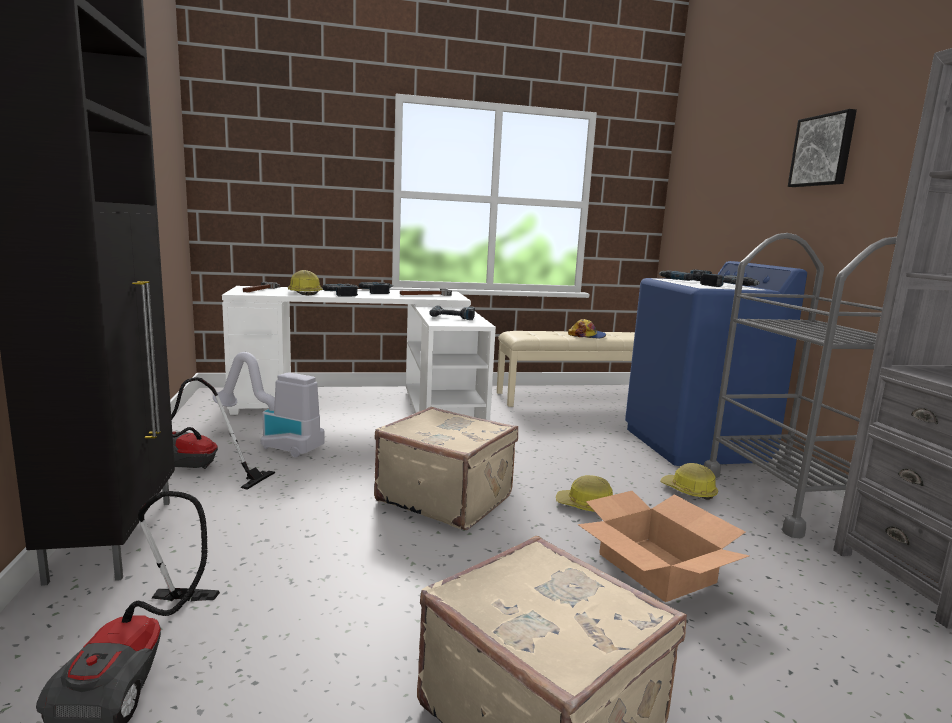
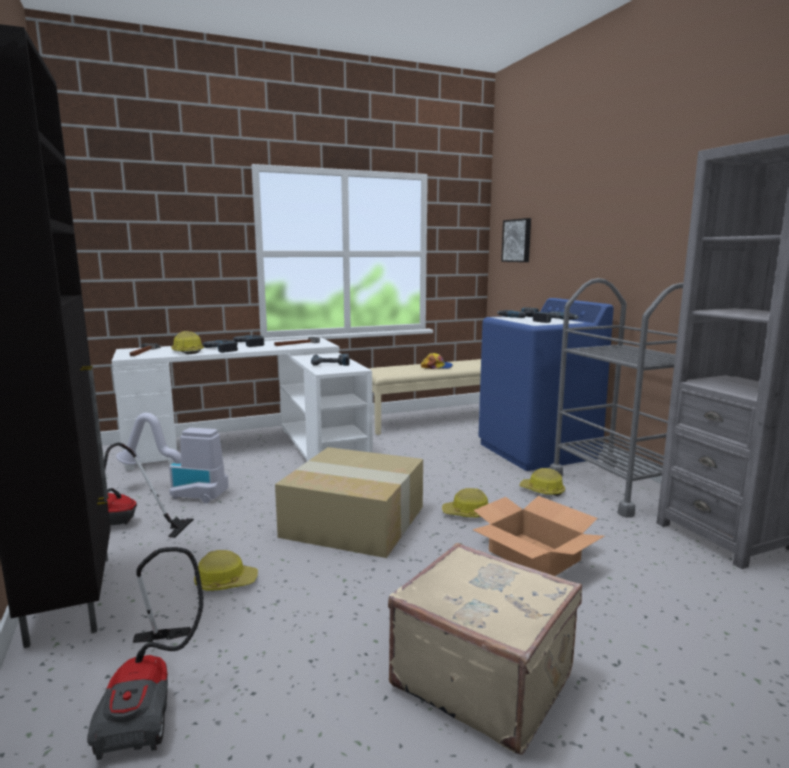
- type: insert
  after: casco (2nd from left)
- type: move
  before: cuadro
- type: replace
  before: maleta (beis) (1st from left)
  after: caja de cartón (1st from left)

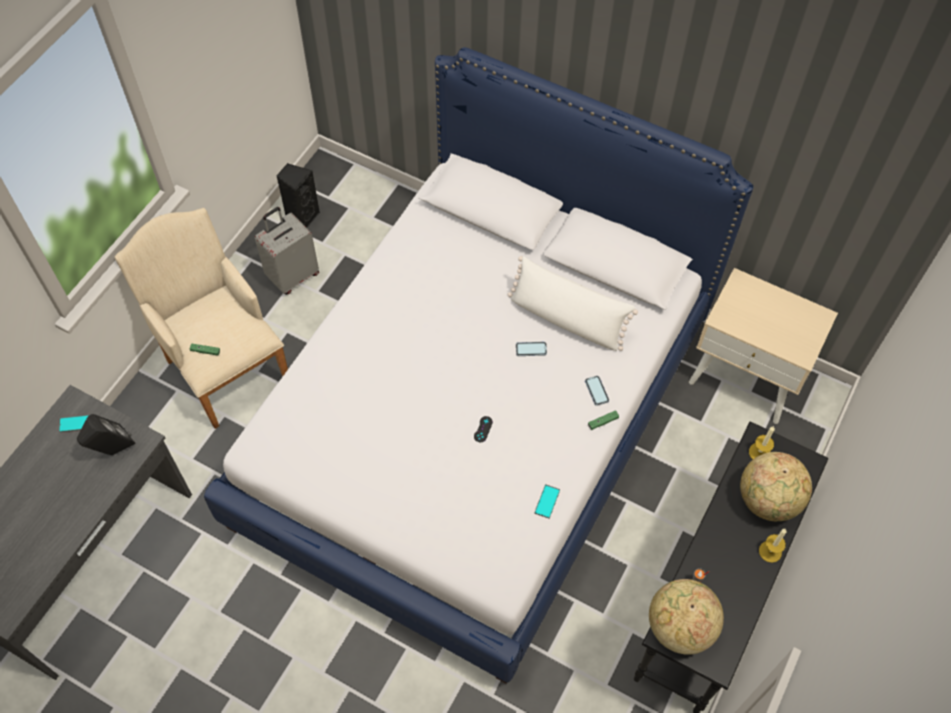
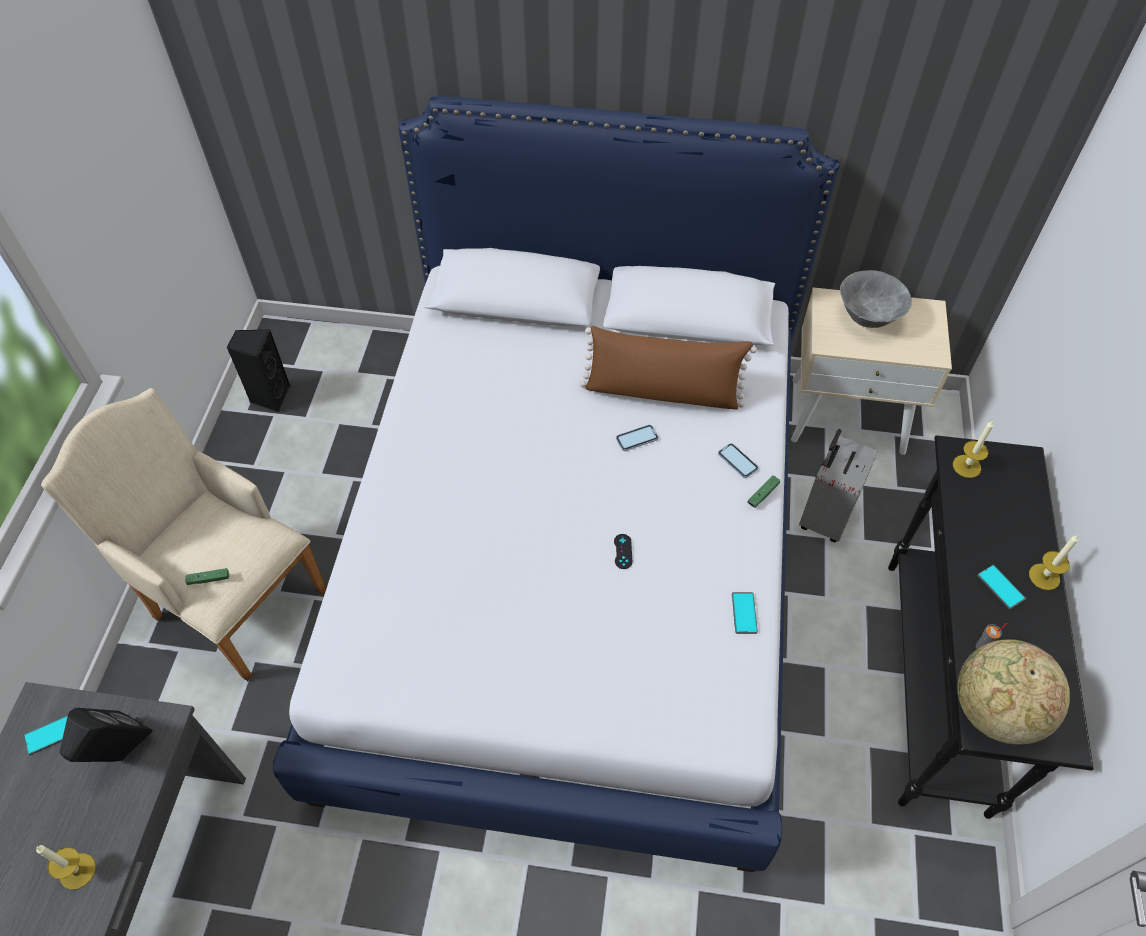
- type: delete
  before: globo terráqueo (2nd from left)
- type: insert
  after: vela (1st from left)
- type: insert
  after: cuenco (gris)
- type: insert
  after: móvil (5th from left)
- type: move
  before: maleta (gris)
- type: recolor
  before: cojín (blanco)
  after: cojín (marrón)

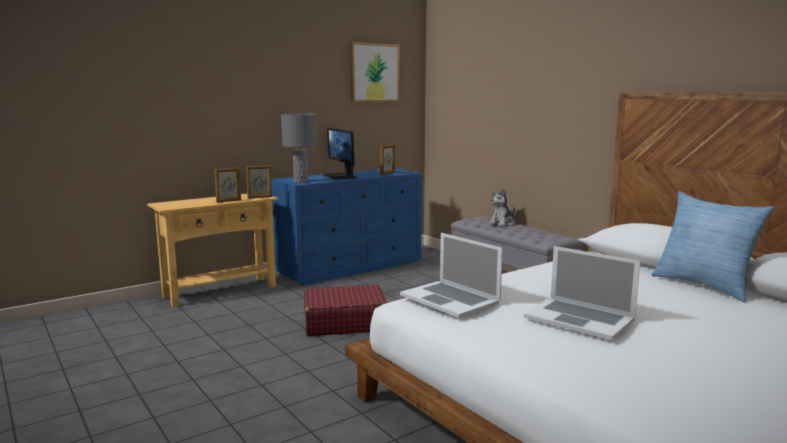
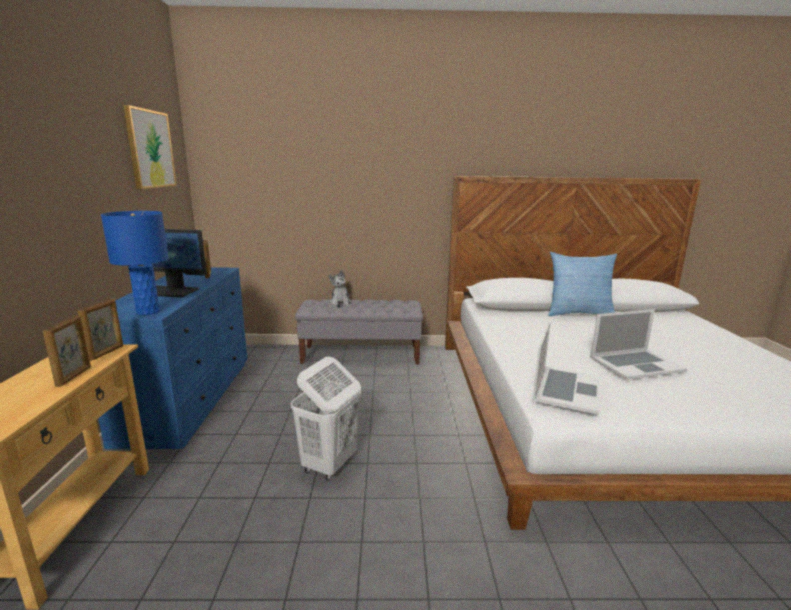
- type: replace
  before: maleta (rojo)
  after: cesto de la ropa (blanco)
- type: recolor
  before: lámpara de mesa (gris)
  after: lámpara de mesa (azul)
- type: rotate
  before: portátil (1st from left)
  turn: -60

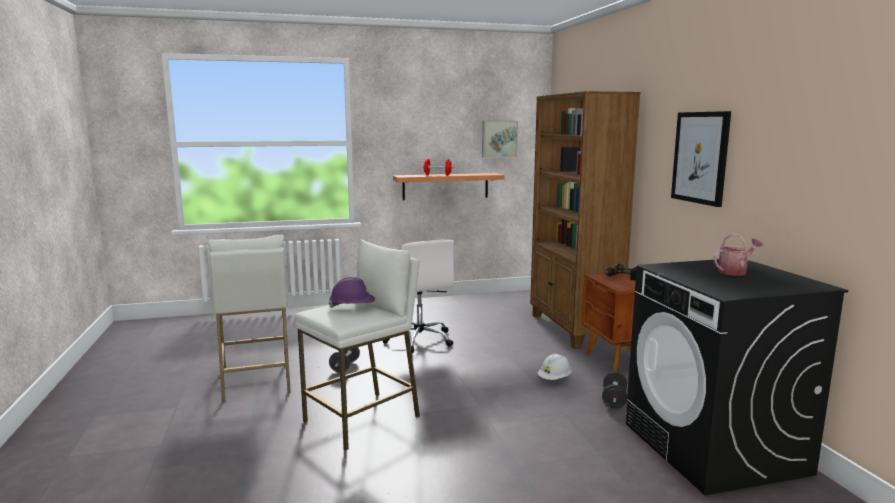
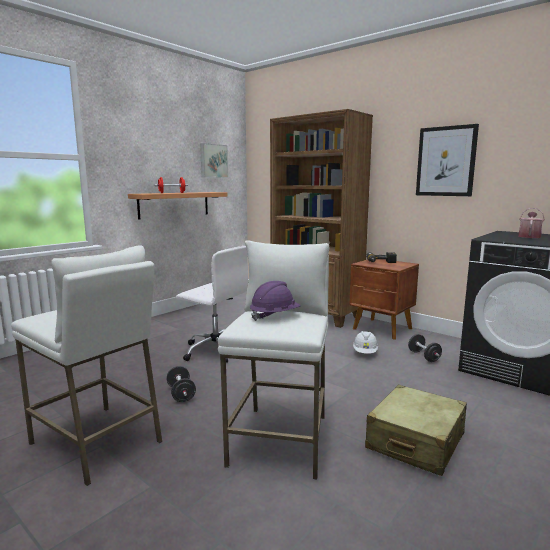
- type: insert
  after: maleta (beis)

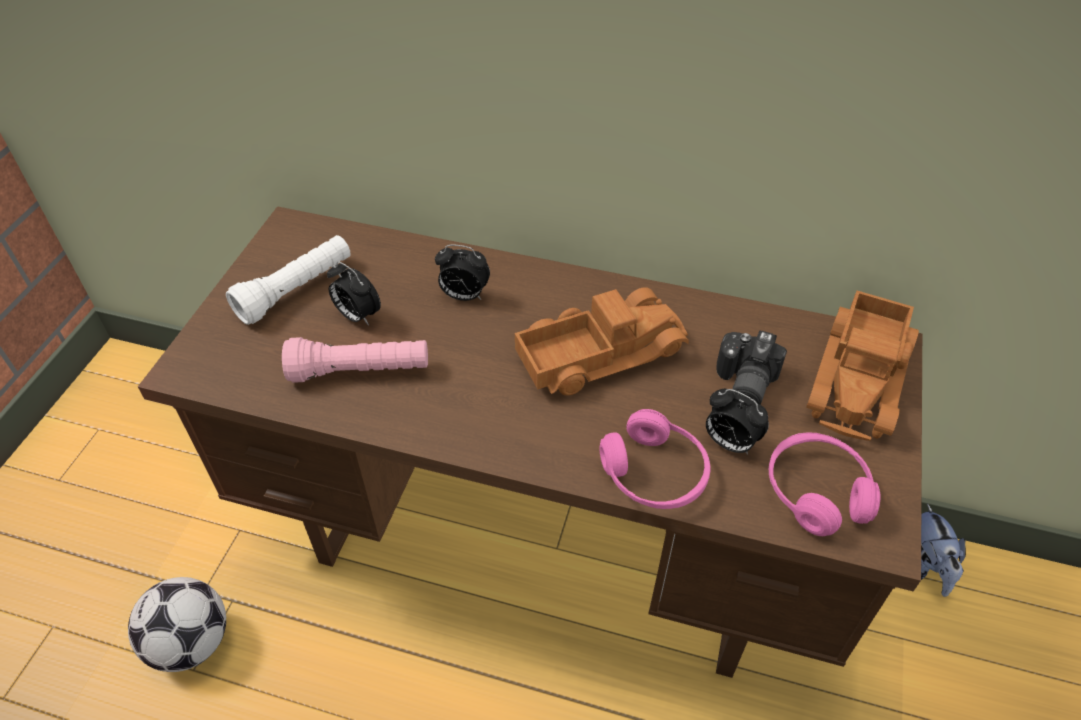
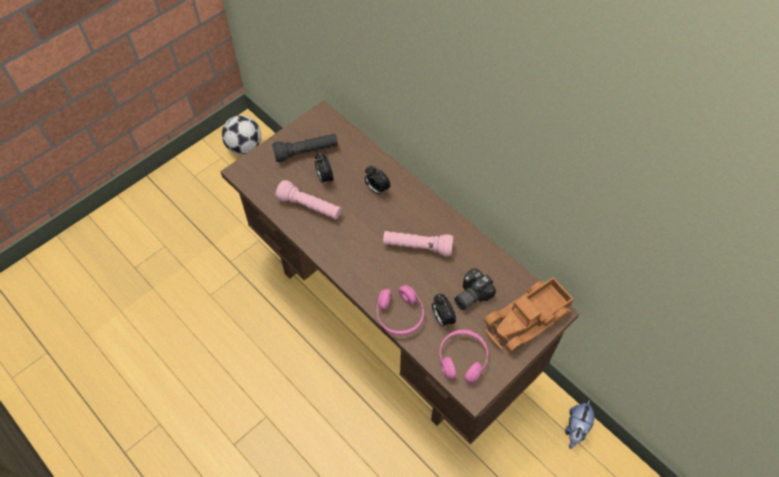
- type: move
  before: balón de fútbol
- type: replace
  before: camión de juguete (1st from left)
  after: linterna (rosa) (2nd from left)
- type: recolor
  before: linterna (blanco)
  after: linterna (negro)

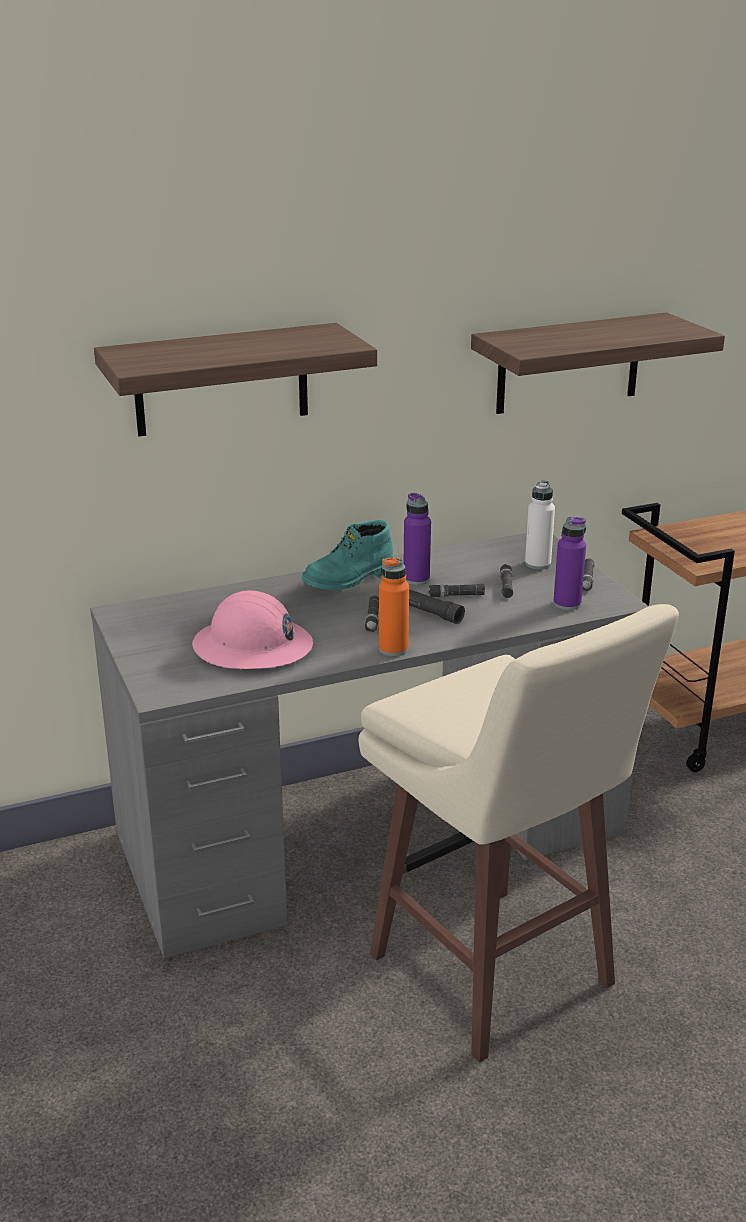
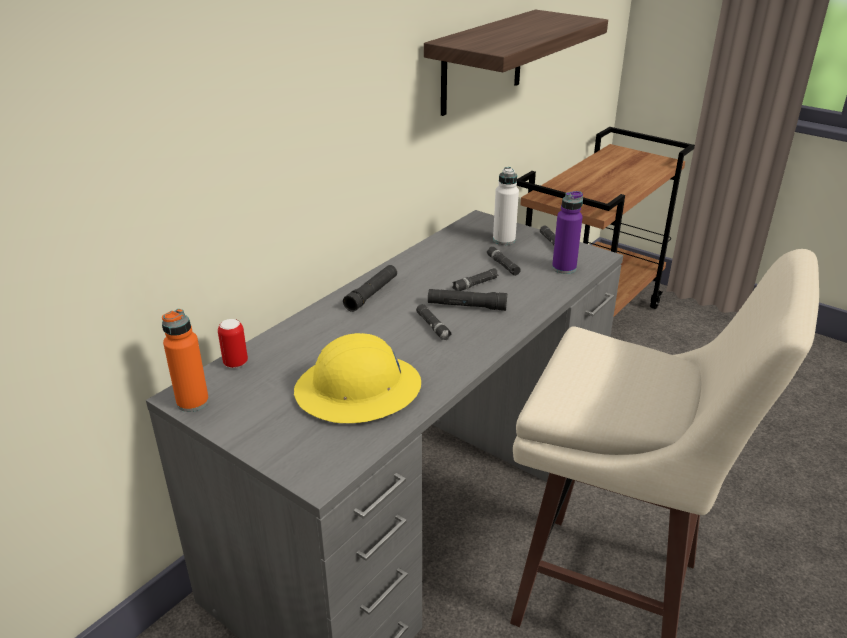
- type: delete
  before: estante (1st from left)
- type: delete
  before: botella (morado) (1st from left)
- type: insert
  after: lata
- type: move
  before: botella (naranja)
- type: replace
  before: bota (turquesa)
  after: linterna (negro) (1st from left)
- type: recolor
  before: casco (rosa)
  after: casco (amarillo)

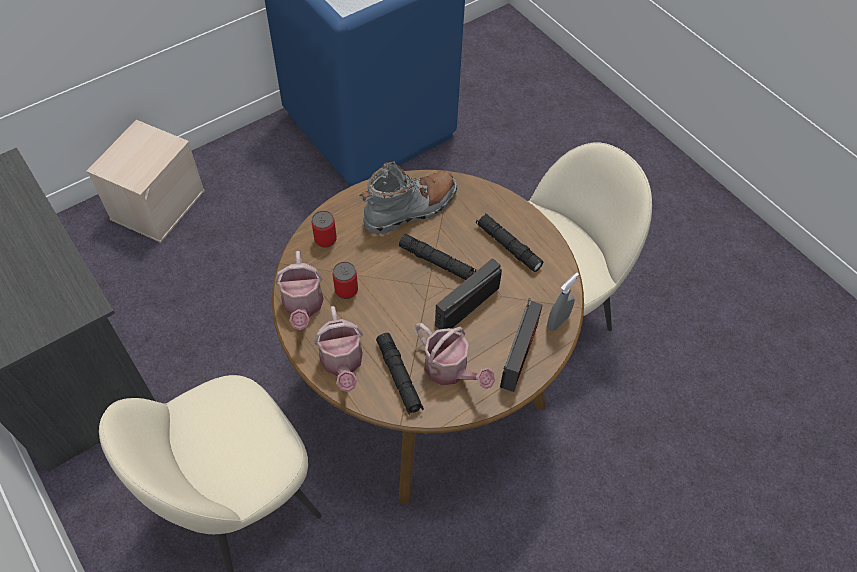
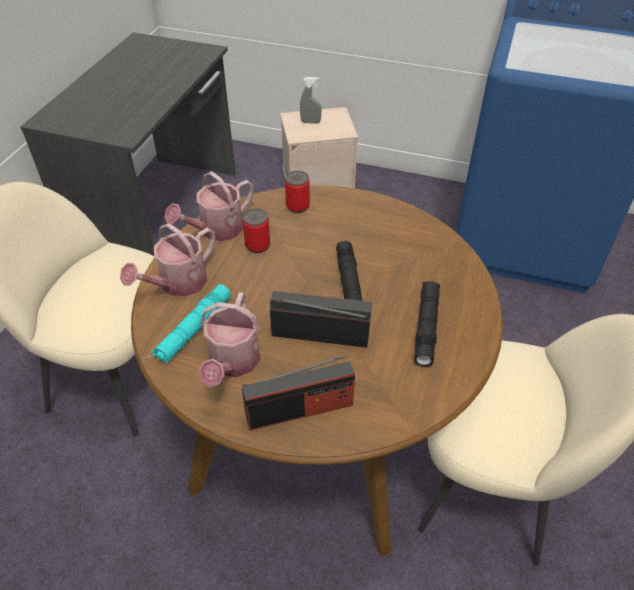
- type: delete
  before: bota (gris)
- type: move
  before: pulverizador (gris)
- type: recolor
  before: linterna (negro) (1st from left)
  after: linterna (turquesa)

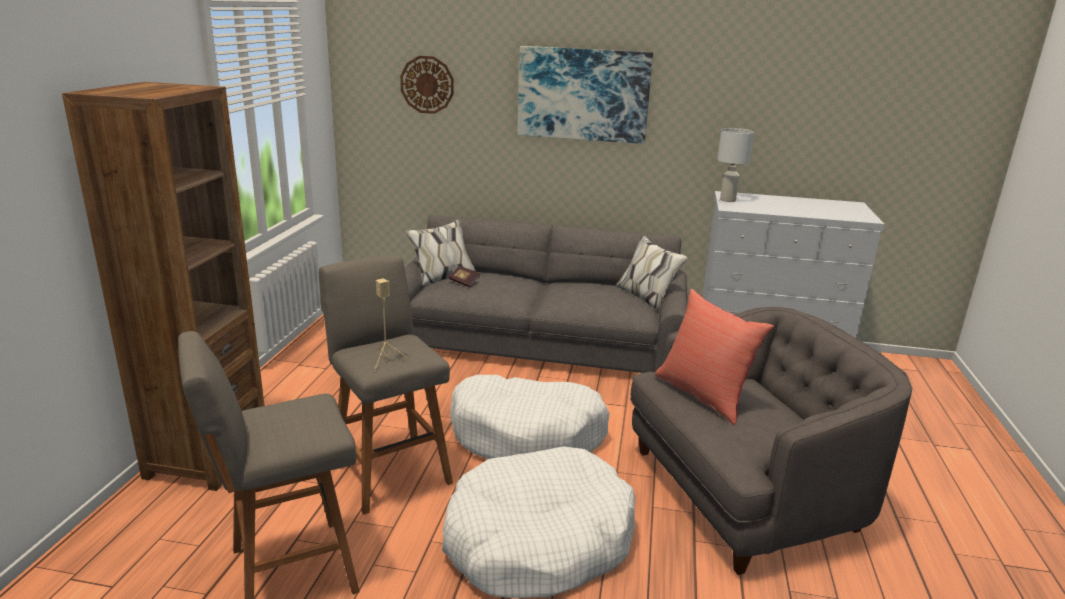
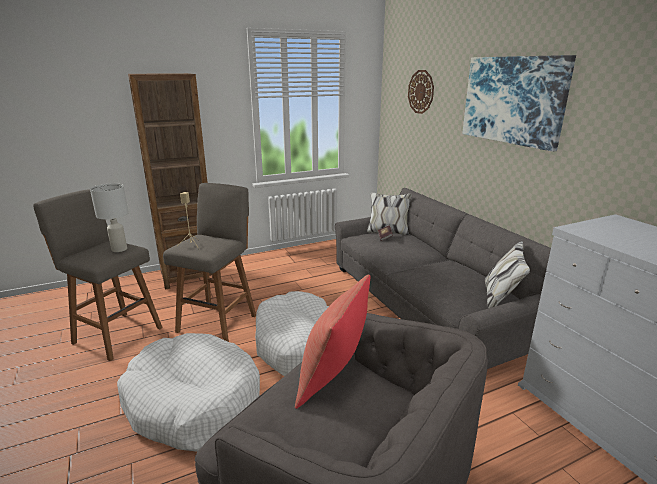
- type: move
  before: lámpara de mesa (blanco)

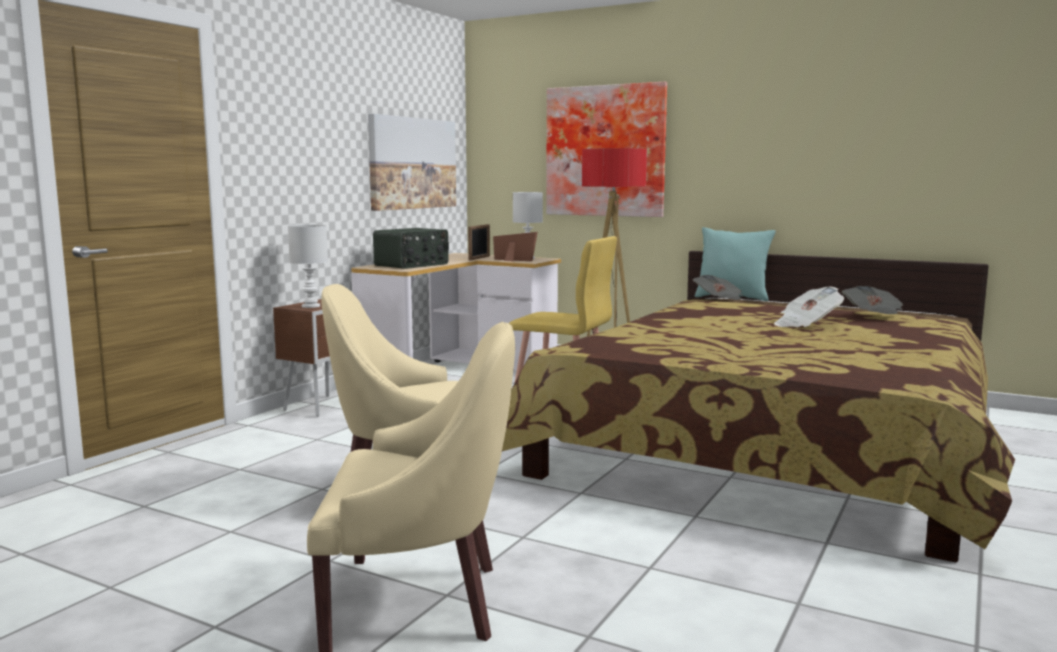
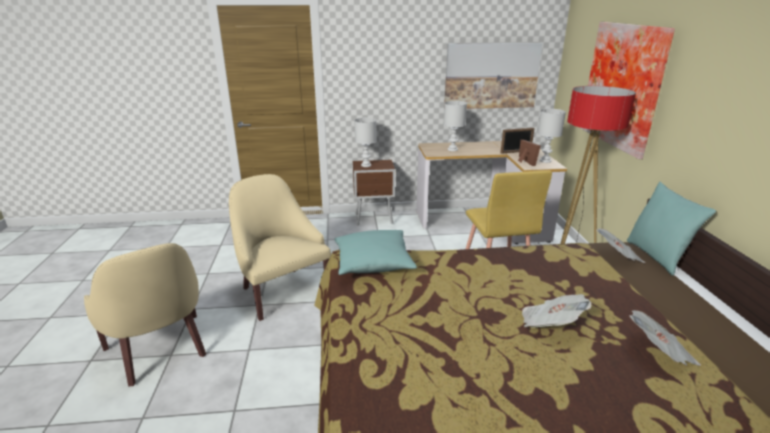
- type: insert
  after: cojín (turquesa) (1st from left)
- type: replace
  before: radio
  after: lámpara de mesa (blanco) (2nd from left)

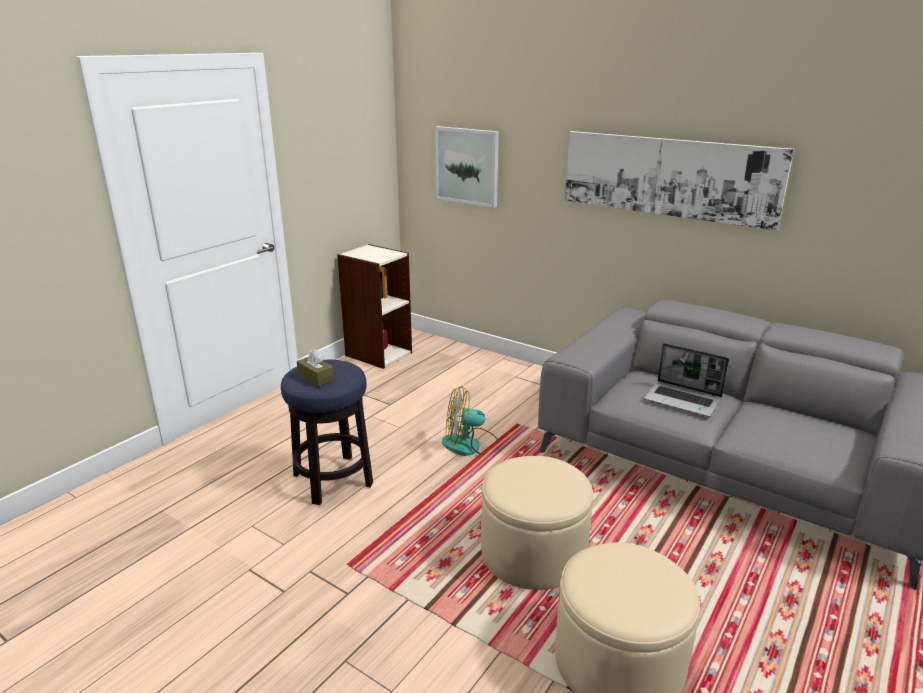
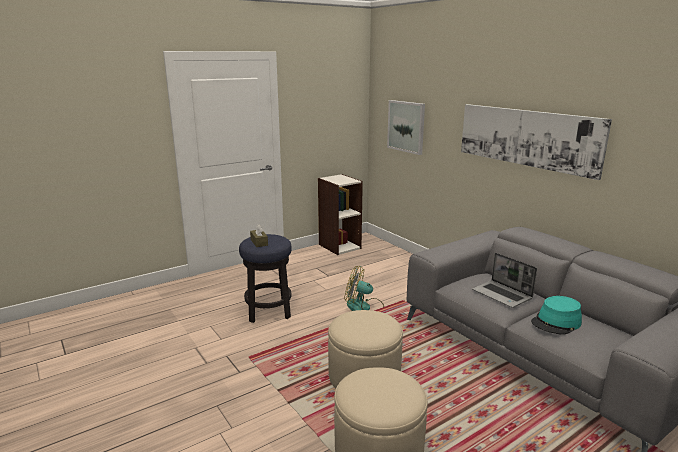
- type: insert
  after: sombrero (turquesa)

